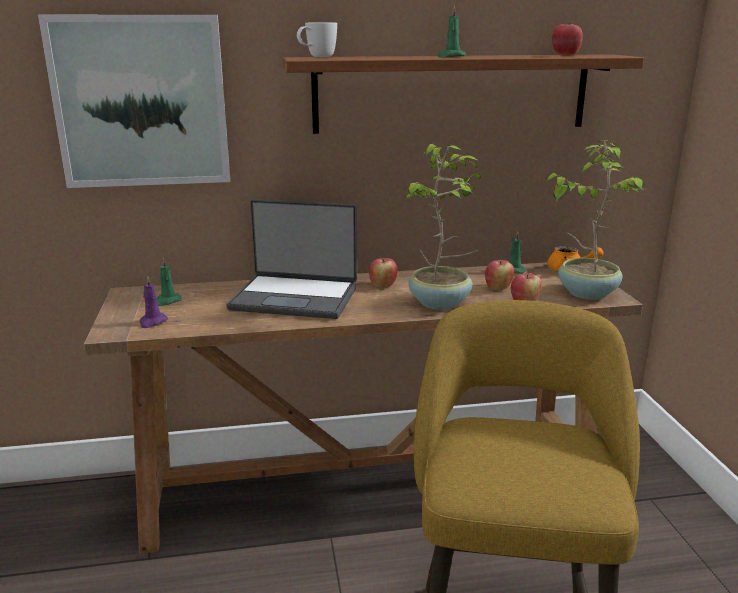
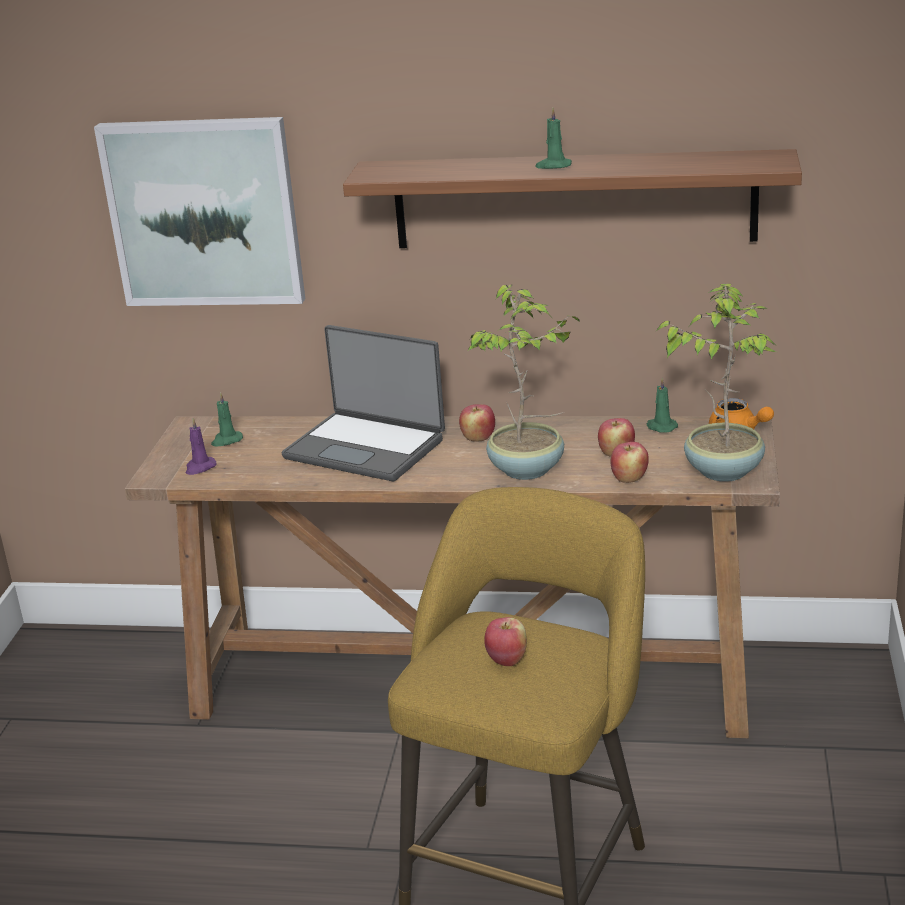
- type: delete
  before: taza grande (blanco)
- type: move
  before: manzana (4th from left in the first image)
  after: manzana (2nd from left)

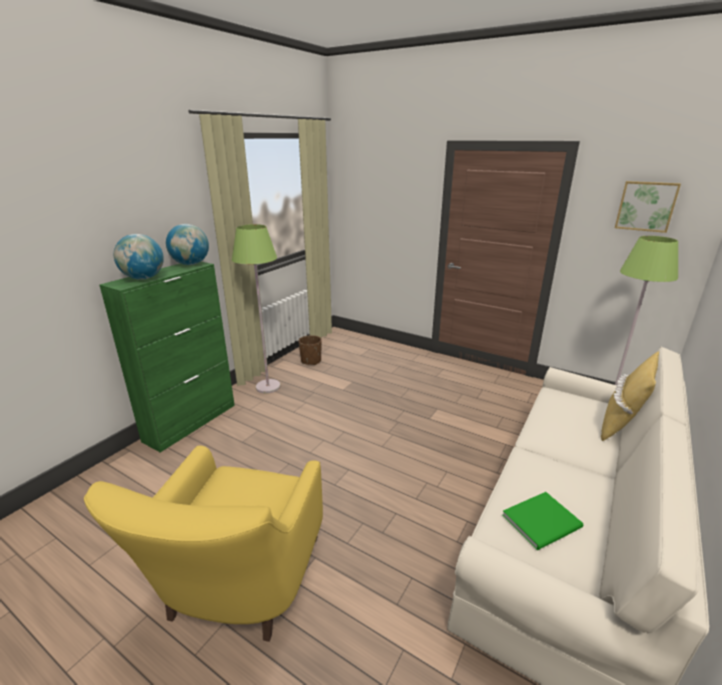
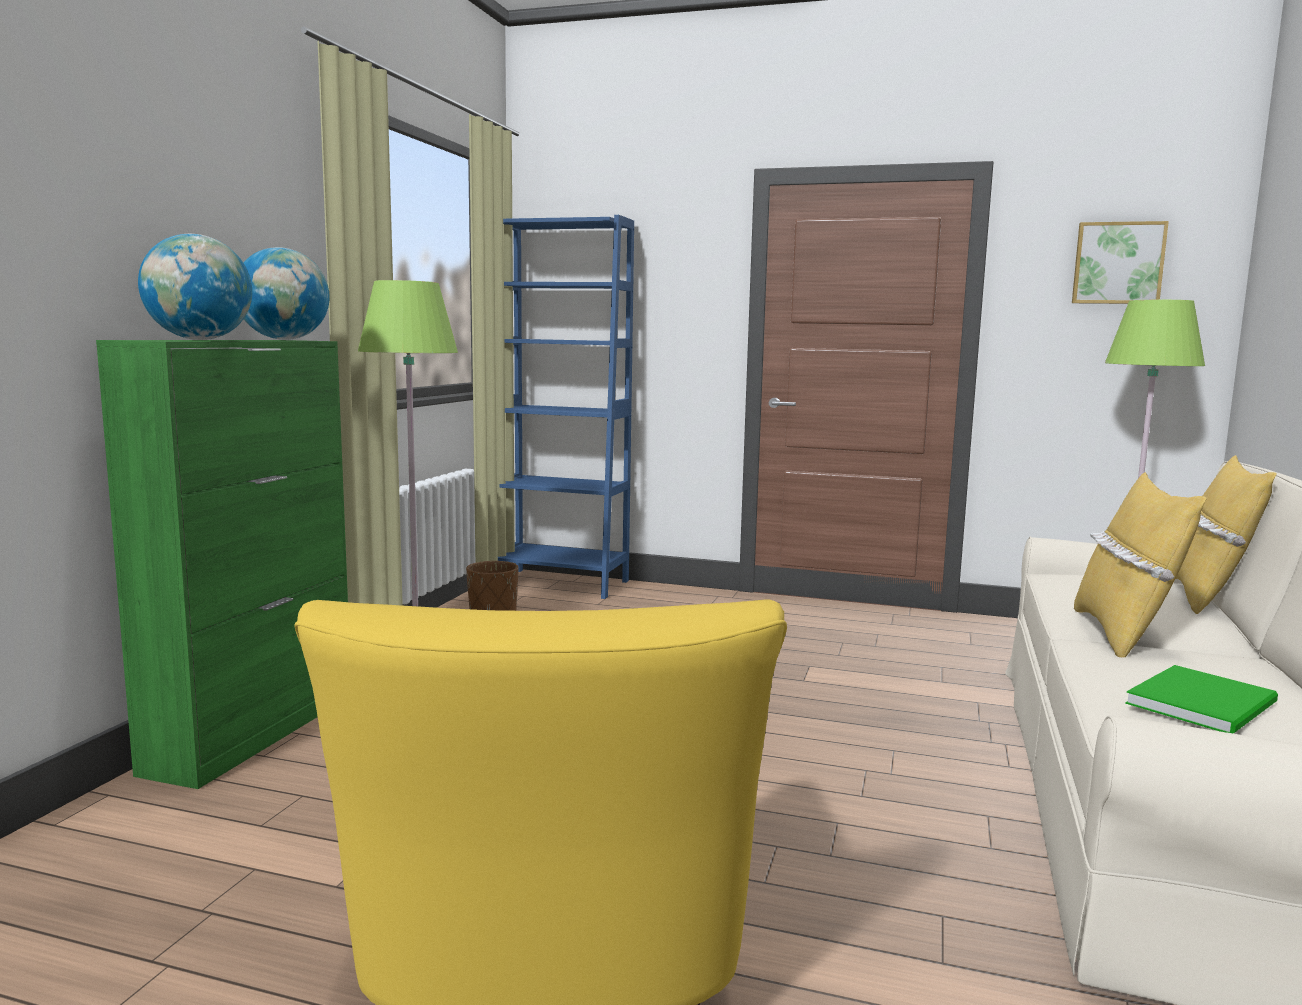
- type: insert
  after: estantería (azul)
- type: insert
  after: cojín (amarillo) (1st from left)

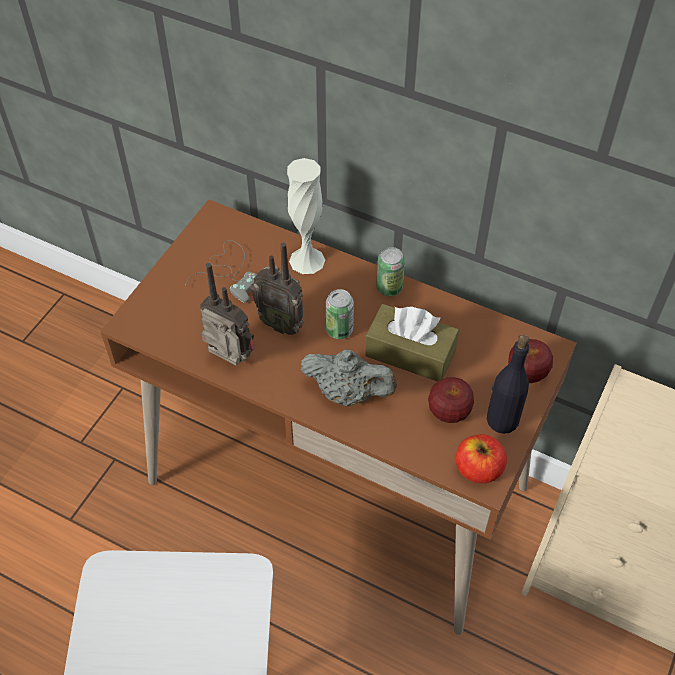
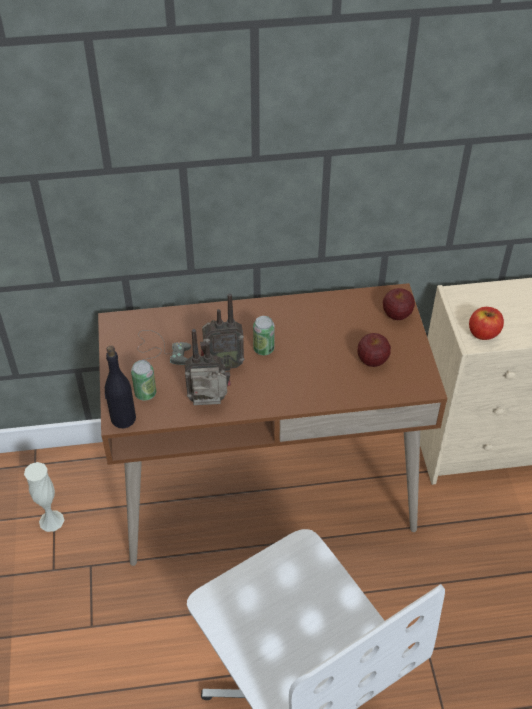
- type: delete
  before: tetera (gris)
- type: delete
  before: caja de pañuelos (marrón)
- type: move
  before: florero (blanco)
- type: move
  before: lata (2nd from left in the first image)
  after: lata (1st from left)
- type: move
  before: manzana (2nd from left in the first image)
  after: manzana (3rd from left)
- type: move
  before: botella (negro)

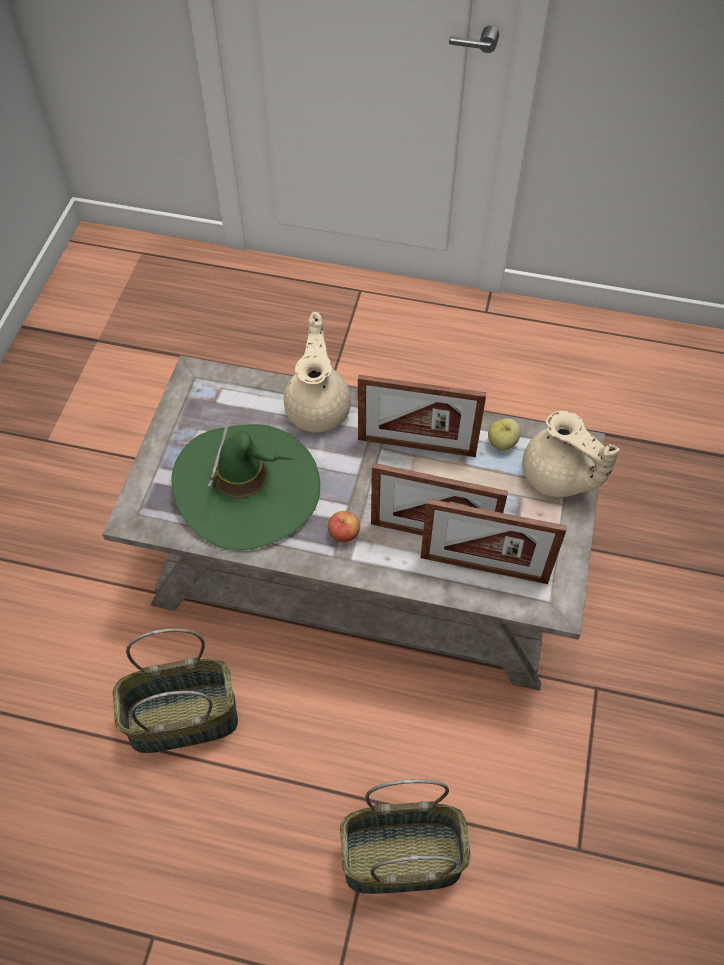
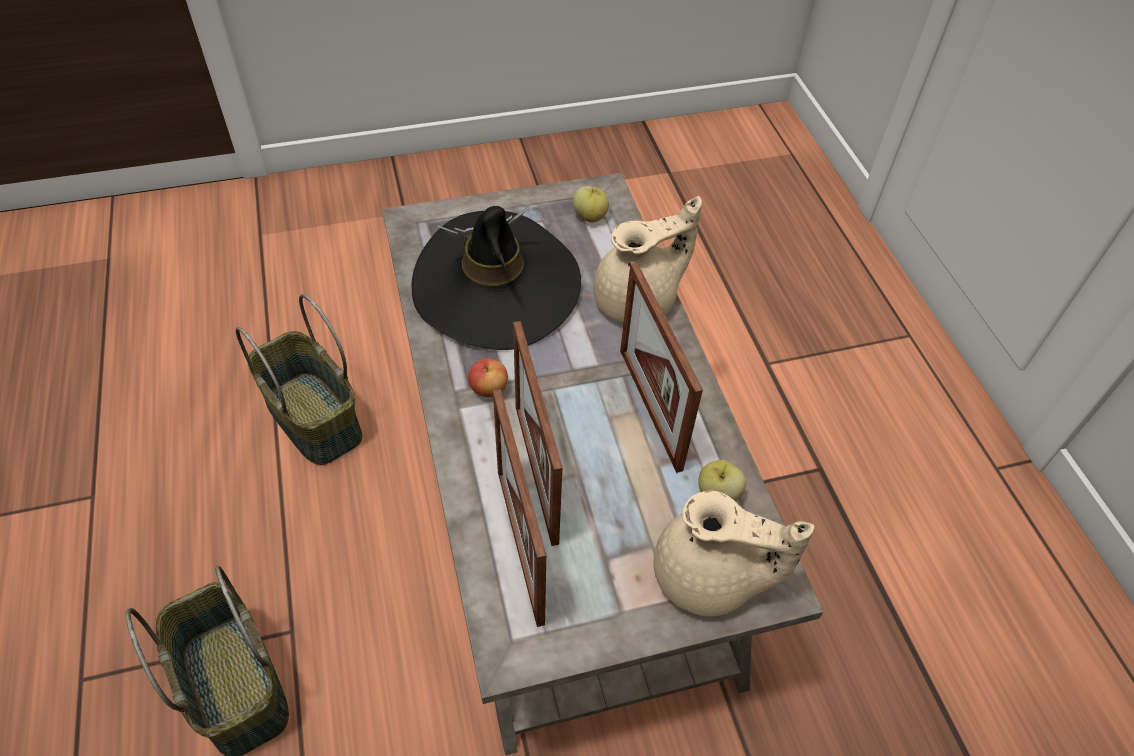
- type: insert
  after: manzana (2nd from left)
- type: recolor
  before: sombrero (verde)
  after: sombrero (negro)
- type: rotate
  before: tetera (beis) (2nd from left)
  turn: -90

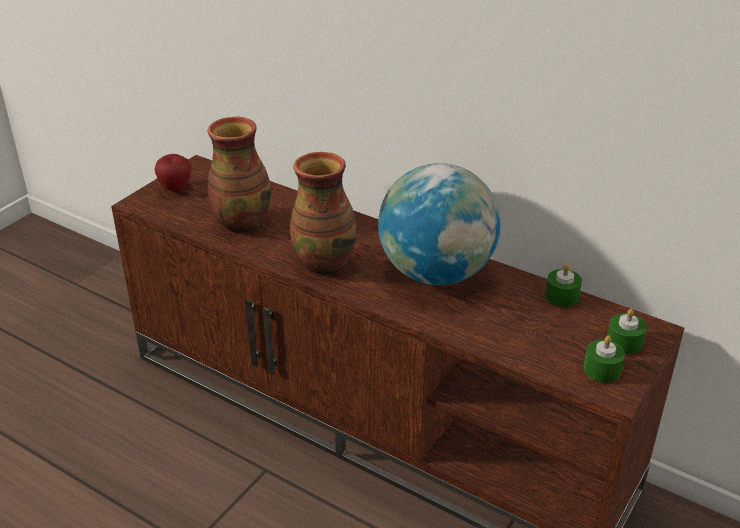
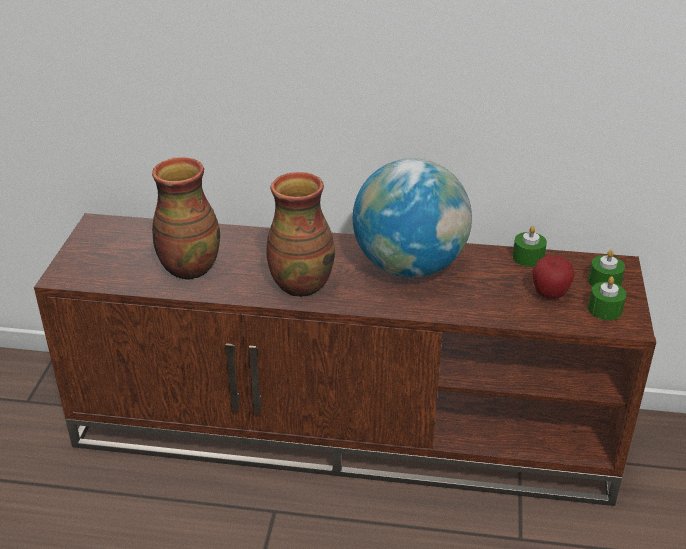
- type: move
  before: manzana

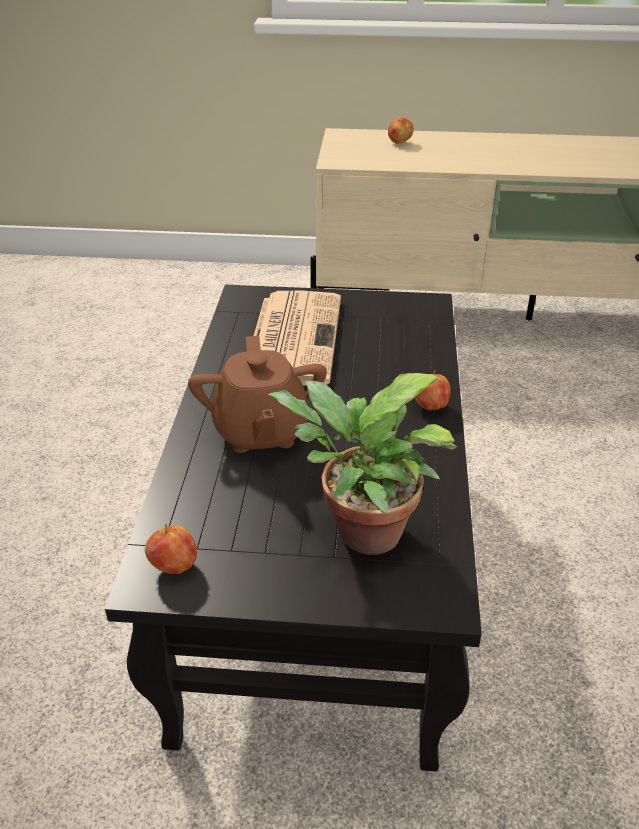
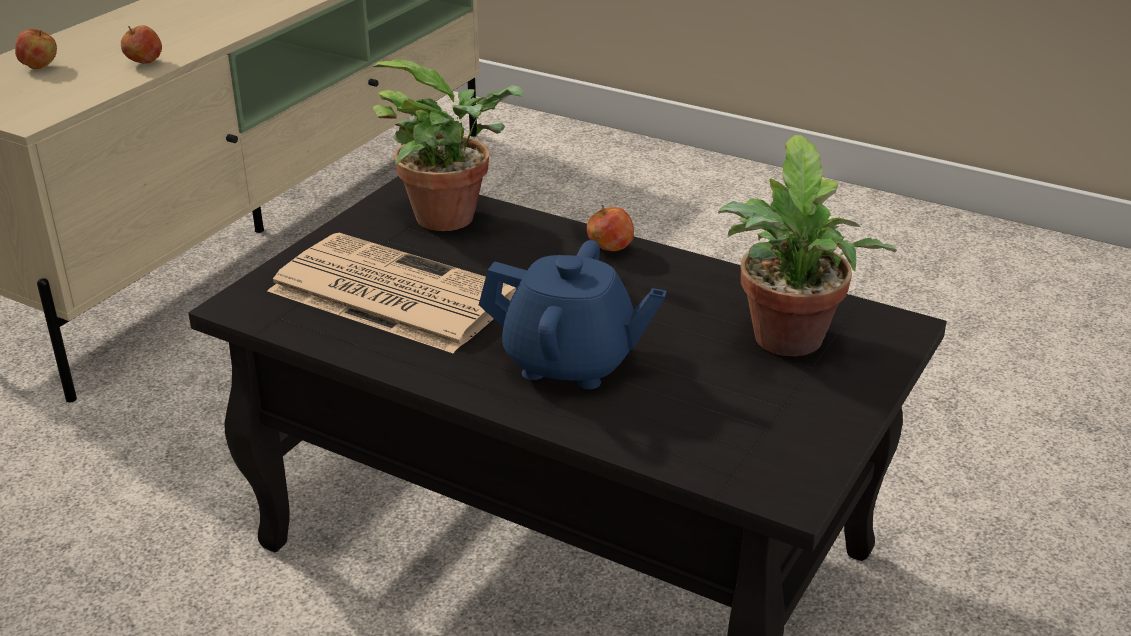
- type: insert
  after: planta en maceta (1st from left)
- type: move
  before: manzana (1st from left in the first image)
  after: manzana (2nd from left)
- type: recolor
  before: tetera (marrón)
  after: tetera (azul)

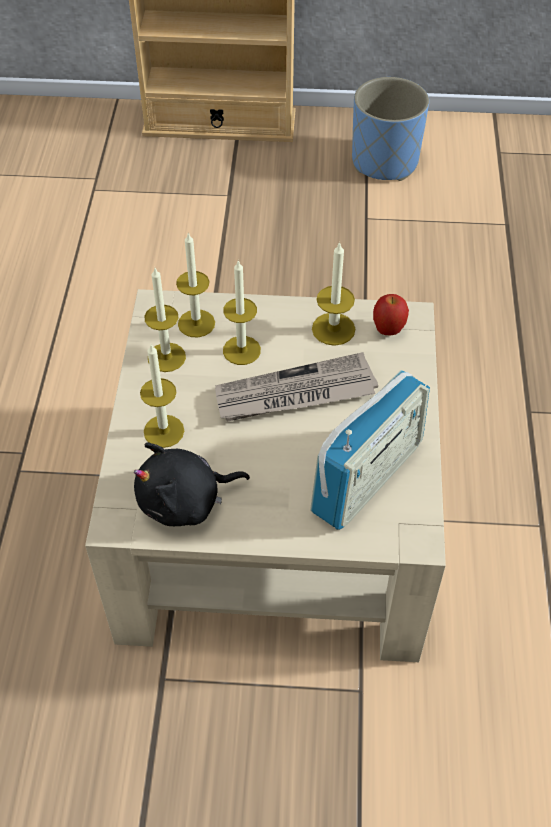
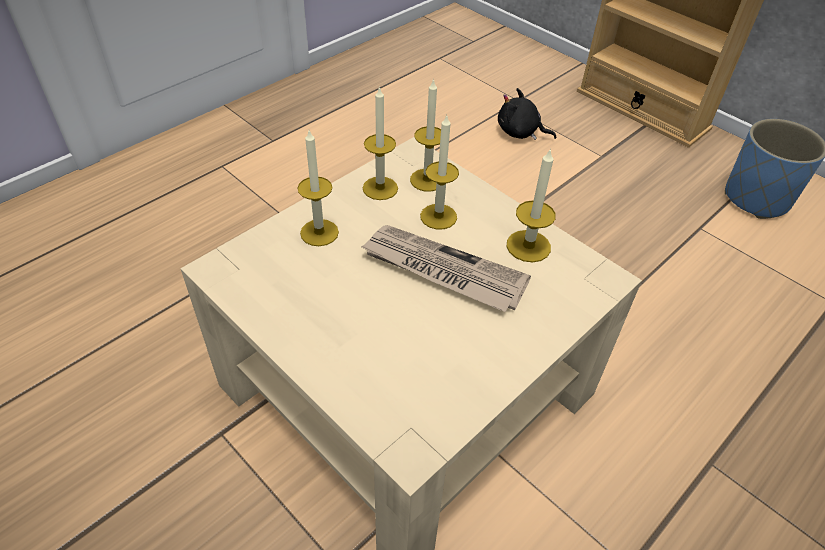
- type: delete
  before: radio
- type: delete
  before: manzana
- type: move
  before: peluche (negro)

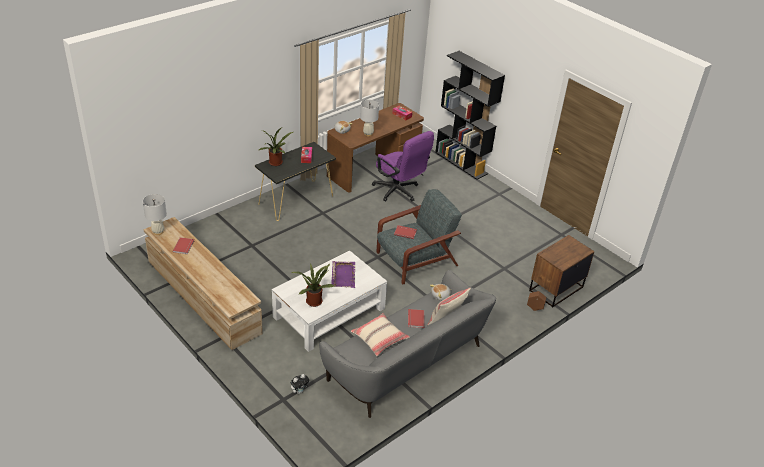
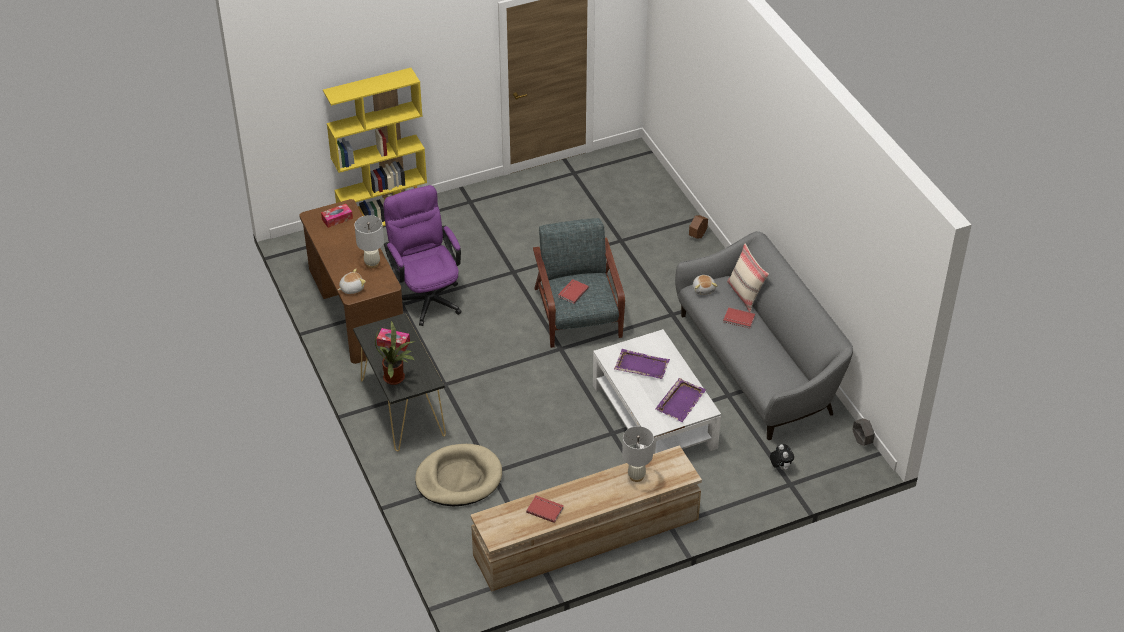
- type: delete
  before: cojín (beis) (1st from left)
- type: delete
  before: mesita de noche (marrón)
- type: insert
  after: cama para perro (beis)
- type: insert
  after: maceta (gris)
- type: move
  before: lámpara de mesa (blanco) (1st from left in the first image)
  after: lámpara de mesa (blanco) (2nd from left)
- type: replace
  before: planta en maceta (2nd from left)
  after: bandeja (morado) (2nd from left)
- type: recolor
  before: estantería (negro)
  after: estantería (amarillo)
- type: rotate
  before: silla de oficina (morado)
  turn: -90

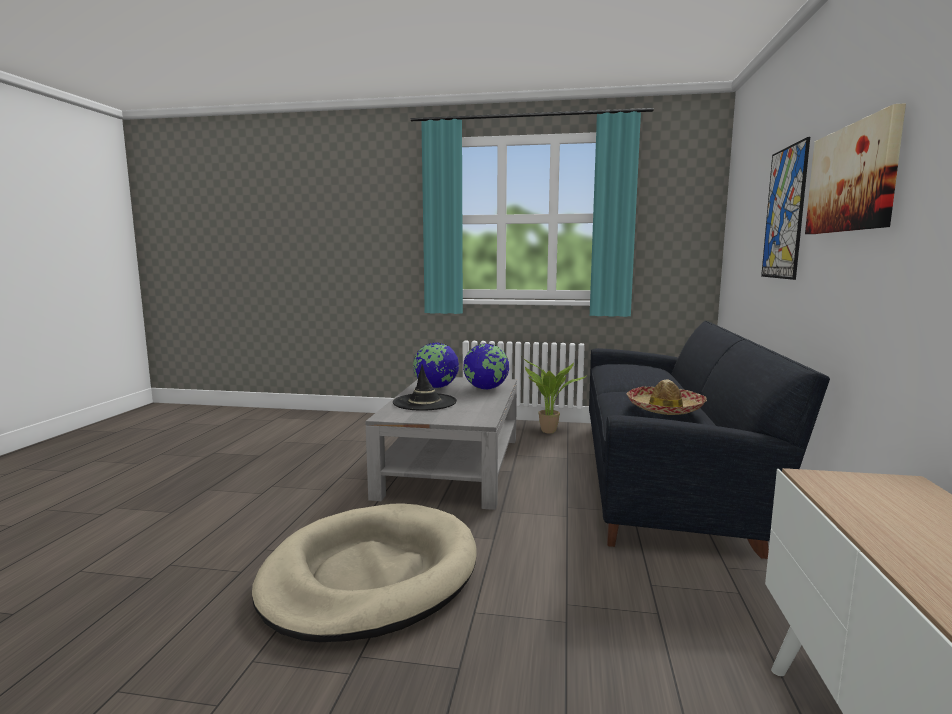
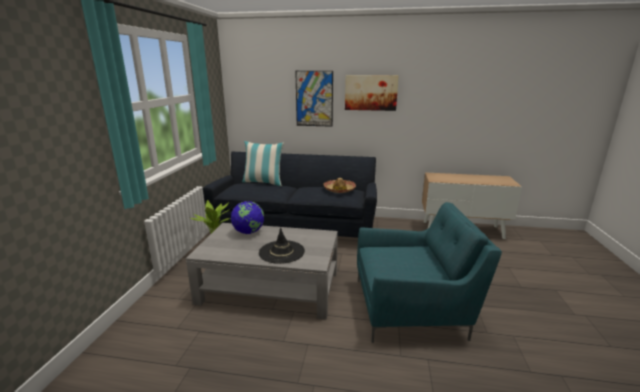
- type: delete
  before: globo terráqueo (1st from left)
- type: insert
  after: cojín
- type: replace
  before: cama para perro (beis)
  after: sillón (turquesa)

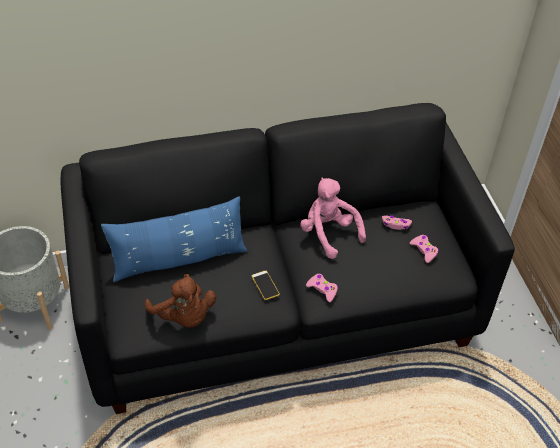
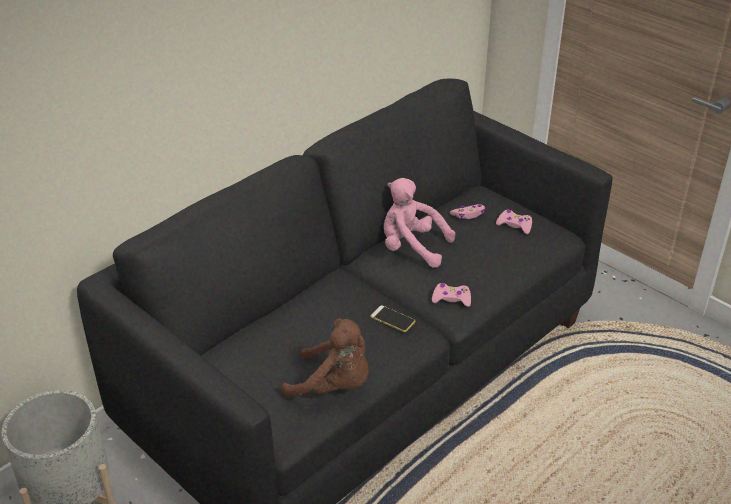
- type: delete
  before: cojín (azul)

